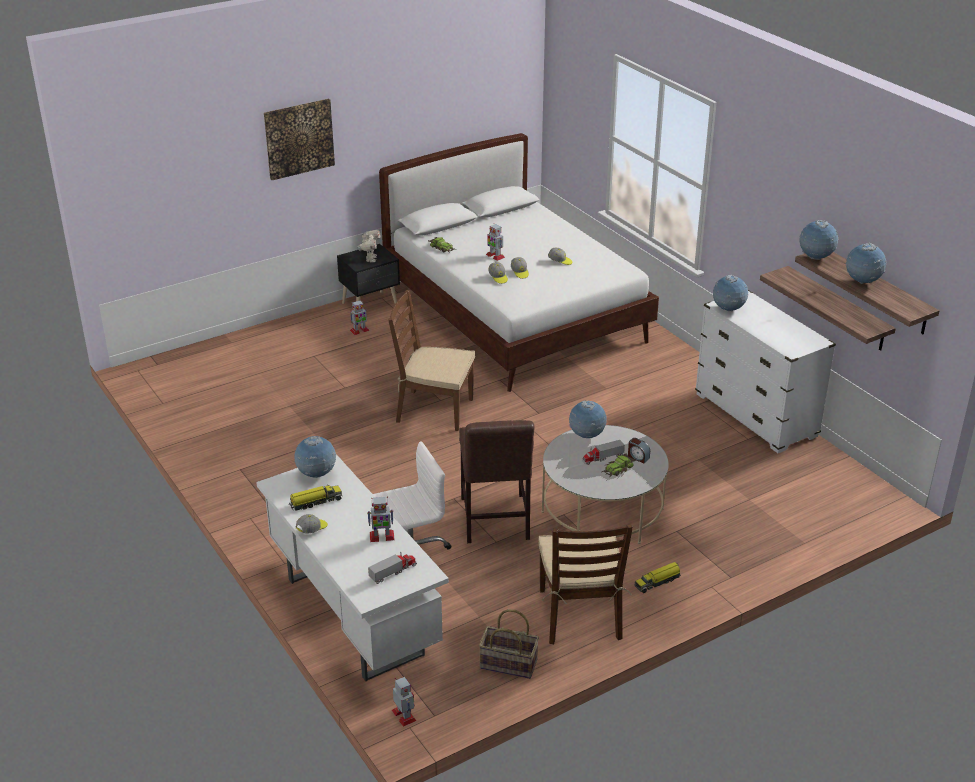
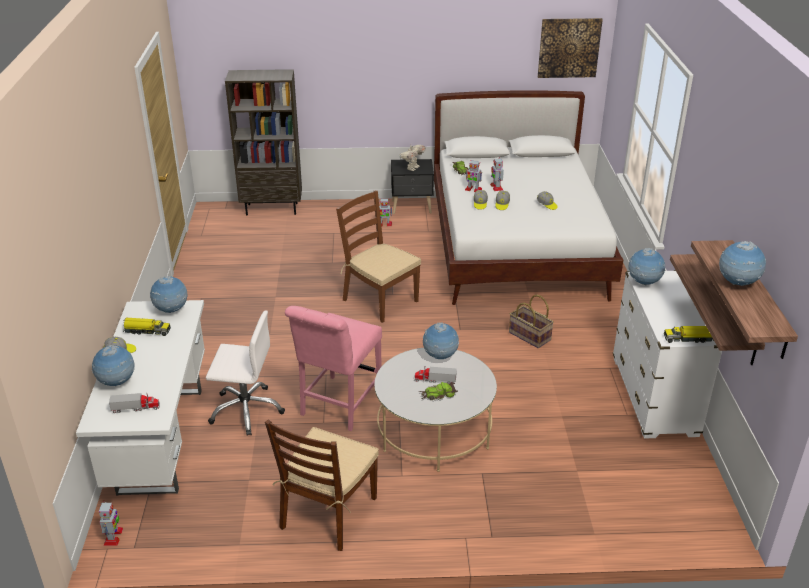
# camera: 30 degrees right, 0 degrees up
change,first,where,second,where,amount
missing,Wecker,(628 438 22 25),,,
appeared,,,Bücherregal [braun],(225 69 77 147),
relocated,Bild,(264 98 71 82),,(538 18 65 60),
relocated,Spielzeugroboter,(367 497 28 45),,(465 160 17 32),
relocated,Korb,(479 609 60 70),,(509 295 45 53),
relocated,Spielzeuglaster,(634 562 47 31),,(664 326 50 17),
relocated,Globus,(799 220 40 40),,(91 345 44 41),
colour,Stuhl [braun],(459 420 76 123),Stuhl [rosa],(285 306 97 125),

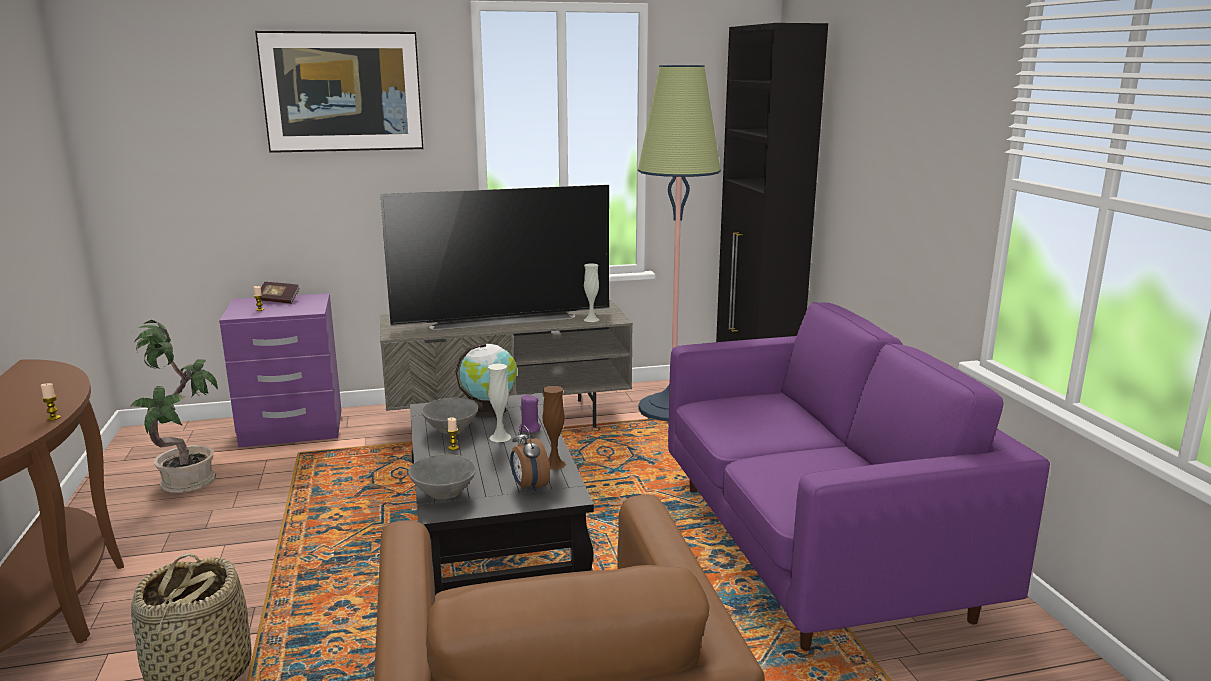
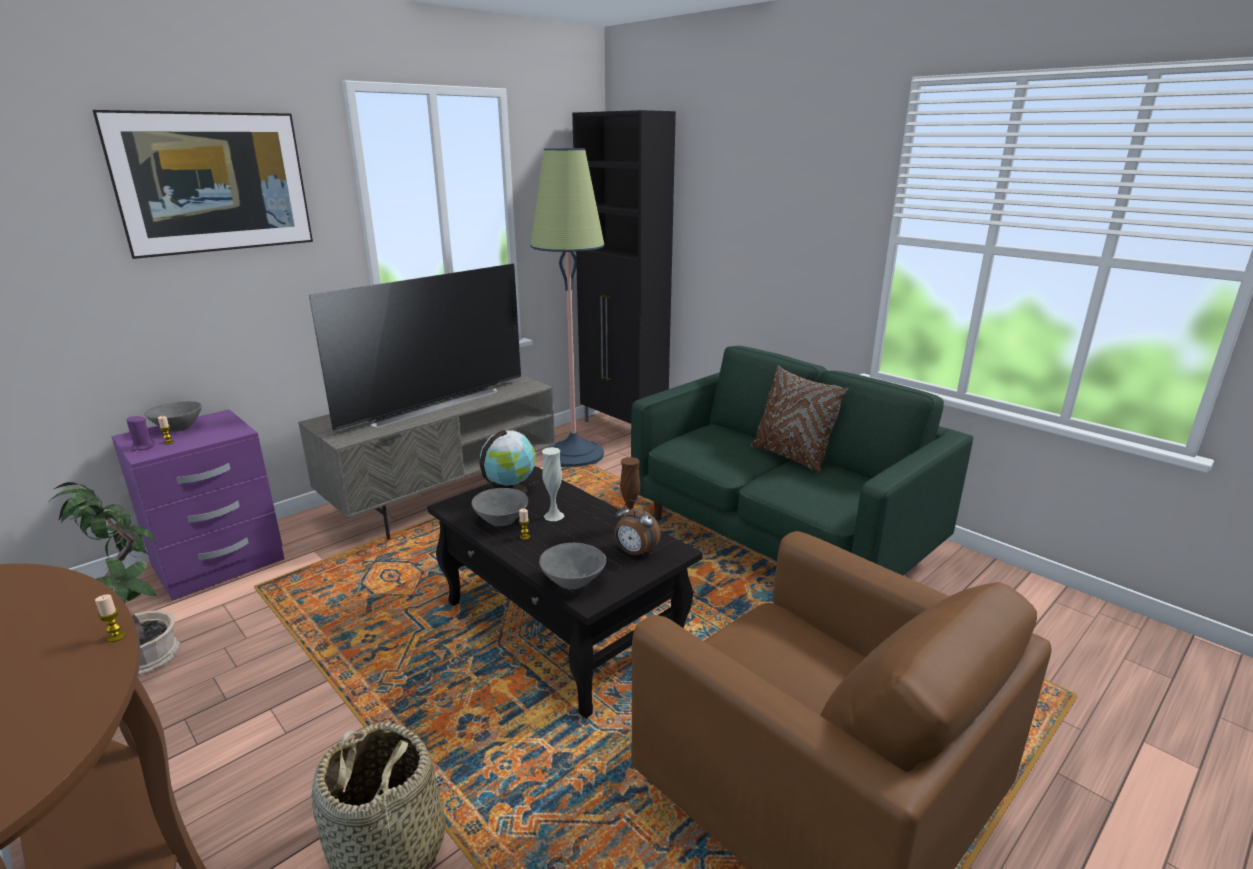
# camera: 30 degrees left, 5 degrees up
change,first,where,second,where,amount
missing,Vase [weiß],(584 263 15 59),,,
appeared,,,Kissen [braun],(751 365 97 108),
relocated,Kerze [lila],(519 395 22 38),,(127 415 28 36),
exchanged,Buch,(256 282 43 22),Schüssel [grau],(144 401 58 31),
colour,Sofa [lila],(668 302 382 349),Sofa [grün],(631 346 342 229),

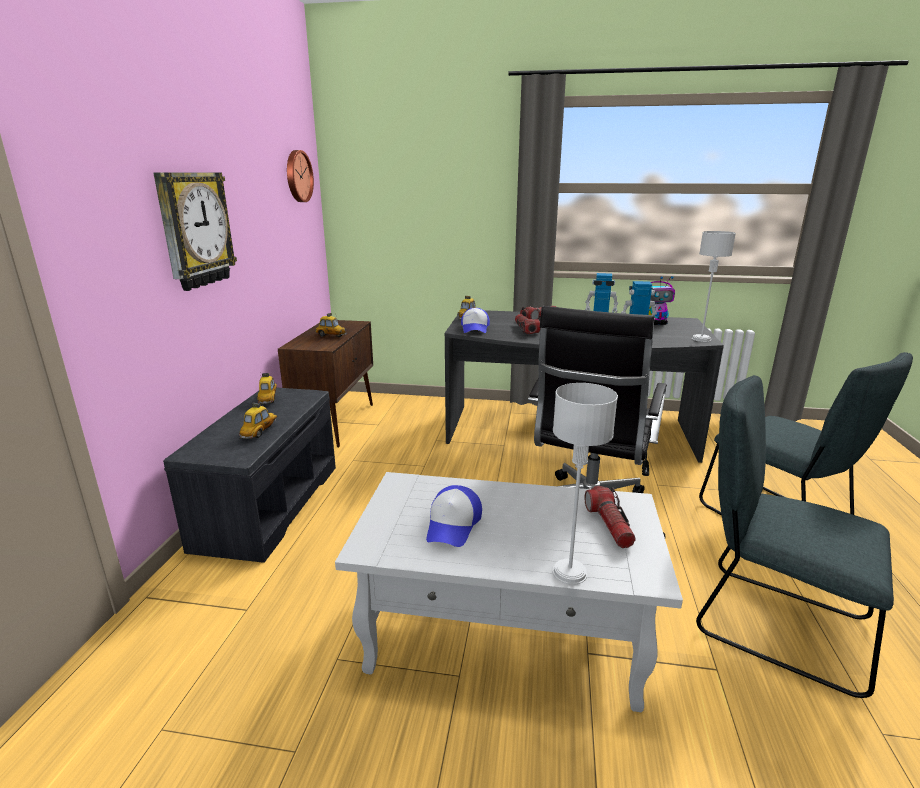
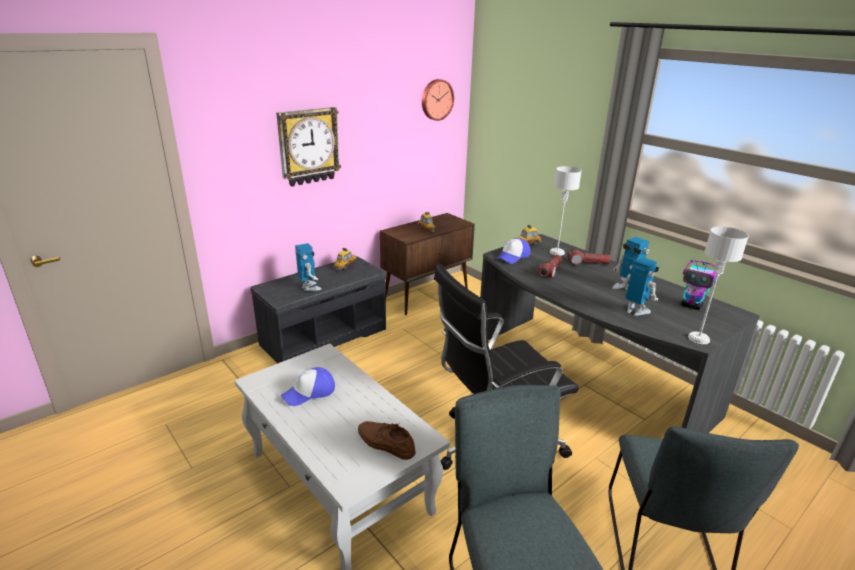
# camera: 40 degrees right, 5 degrees up
change,first,where,second,where,amount
relocated,Tischlampe [grau],(552 383 66 202),,(550 166 32 90),
exchanged,Spielzeugauto,(238 403 39 36),Spielzeugroboter,(295 243 26 48),
exchanged,Taschenlampe,(584 486 52 62),Schuh [braun],(358 421 58 39),

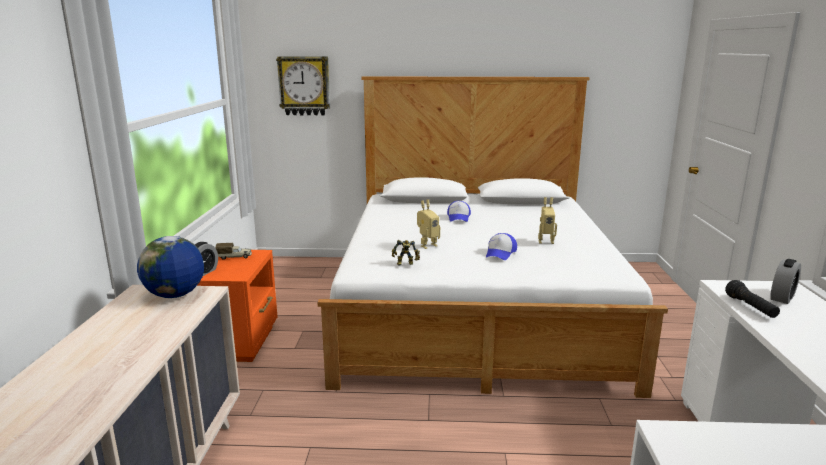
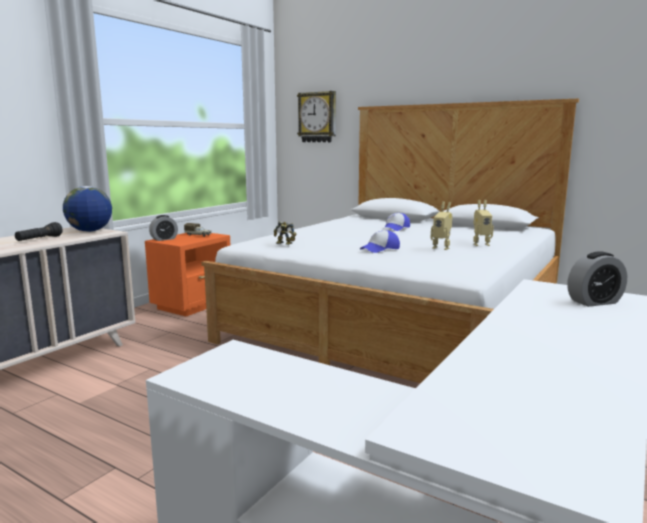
# camera: 30 degrees right, 5 degrees down
change,first,where,second,where,amount
relocated,Spielzeugroboter,(417 200 23 49),,(473 200 21 46),
relocated,Taschenlampe [schwarz],(725 280 55 38),,(15 222 48 19),

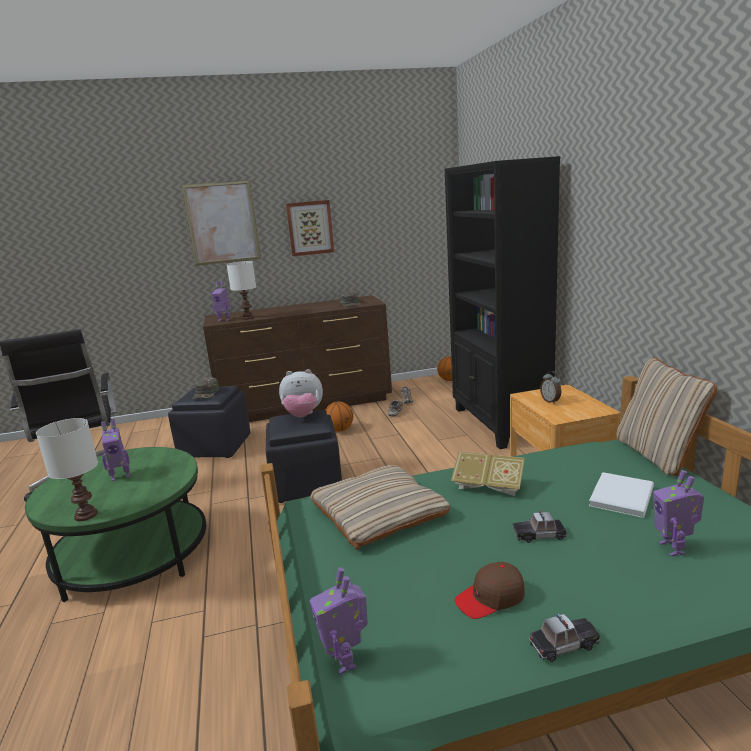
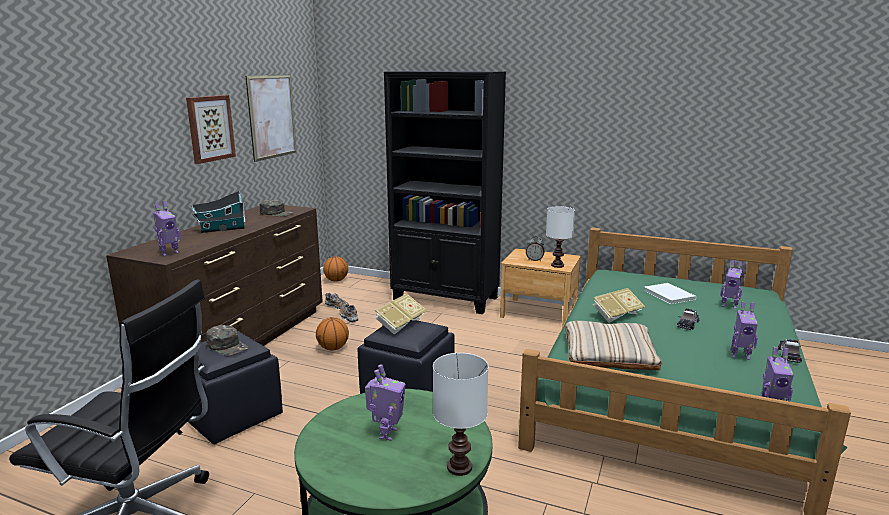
# camera: 55 degrees left, 0 degrees up
change,first,where,second,where,amount
missing,Kissen [beige],(617 357 100 119),,,
appeared,,,Spielzeughaus,(191 191 54 42),
relocated,Bild,(181 180 80 86),,(246 74 51 88),
relocated,Tischlampe [weiß],(227 261 29 59),,(546 206 29 62),
exchanged,Plüschtier,(279 369 44 48),Buch,(374 294 54 41),
exchanged,Kappe [braun],(455 562 70 57),Spielzeugroboter,(731 302 27 58),

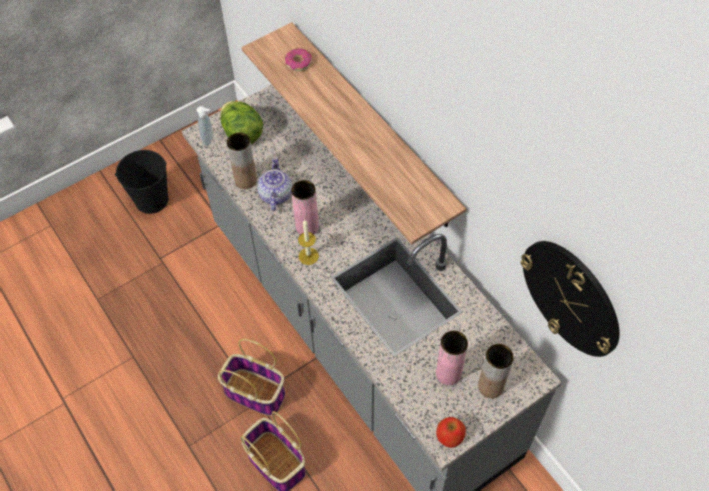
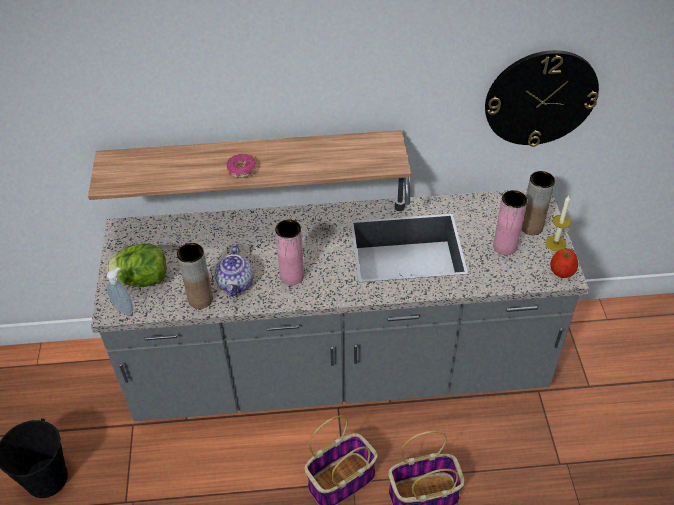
# camera: 60 degrees left, 10 degrees down
change,first,where,second,where,amount
relocated,Donut,(285 48 27 23),,(226 154 30 24),
relocated,Kerze,(298 220 21 45),,(545 196 26 55),
spun,Teekanne,(257 157 35 54),,(215 244 39 53),120 degrees counterclockwise

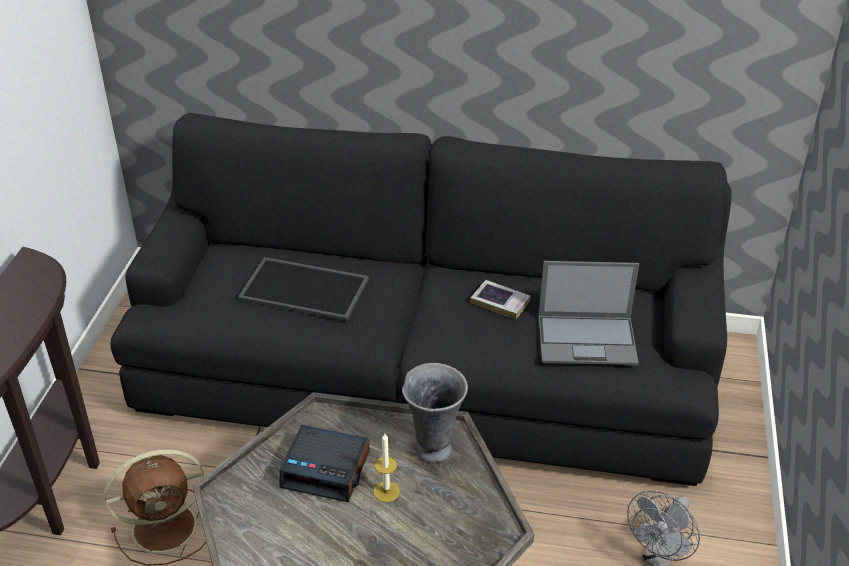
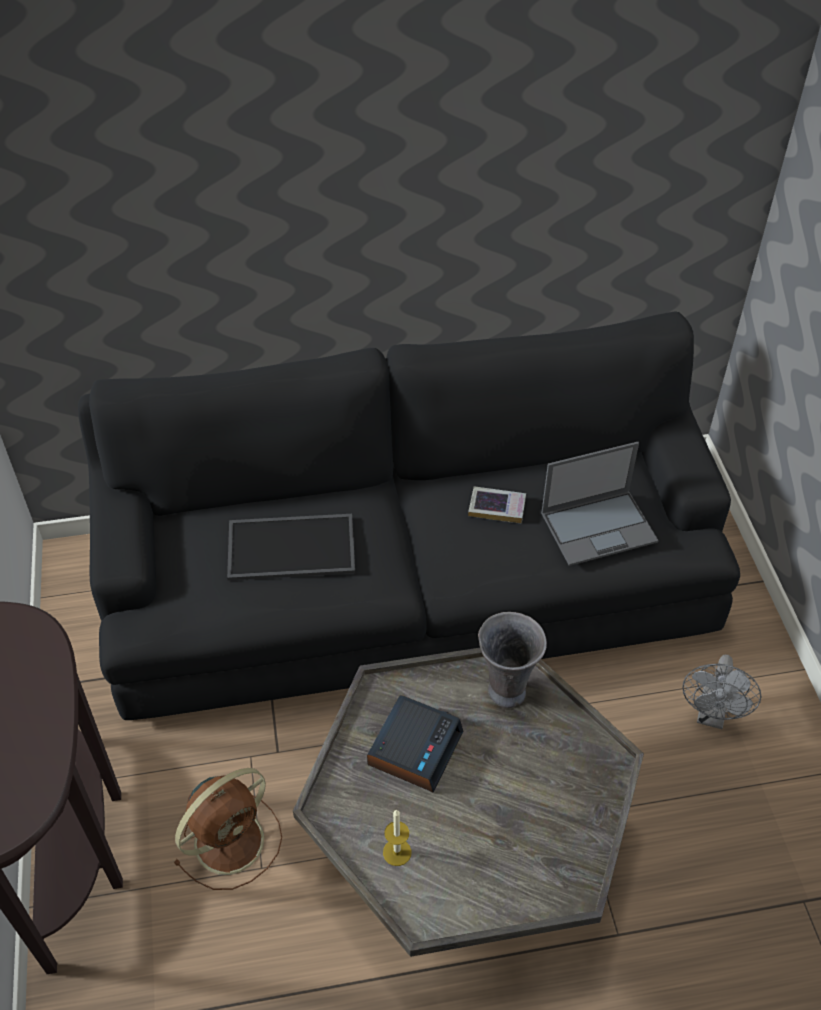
# camera: 20 degrees left, 10 degrees up
change,first,where,second,where,amount
relocated,Kerze,(374 434 26 68),,(383 810 29 56),
spun,Wecker,(279 425 90 77),,(367 695 97 98),60 degrees counterclockwise

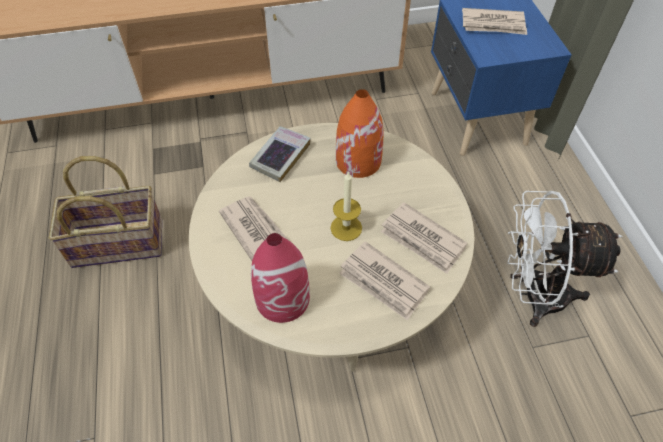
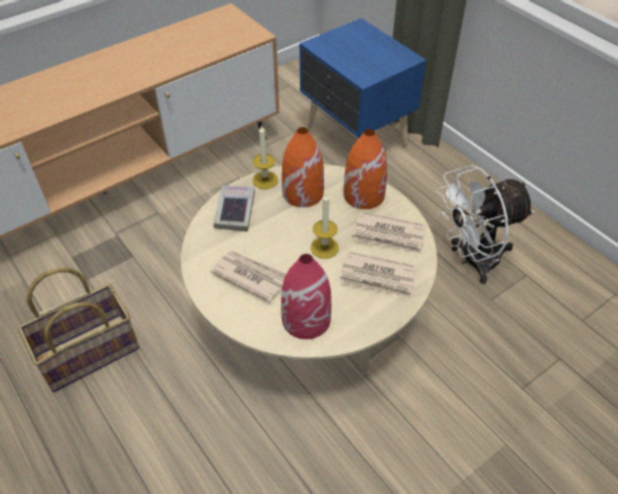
# camera: 25 degrees left, 5 degrees down
change,first,where,second,where,amount
missing,Zeitung,(462 8 65 27),,,
appeared,,,Kerze,(252 125 26 64),
appeared,,,Vase [orange],(344 129 43 80),

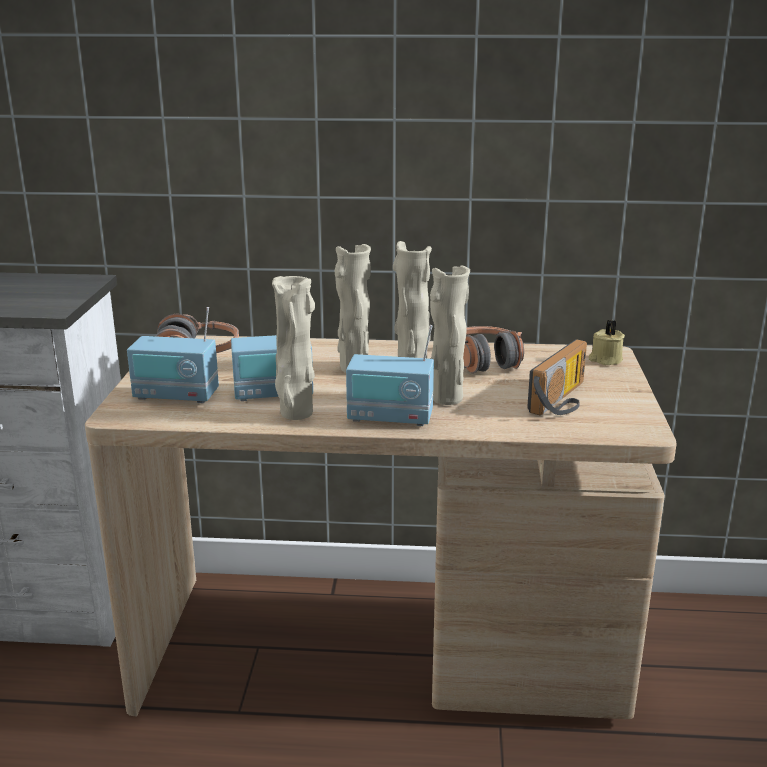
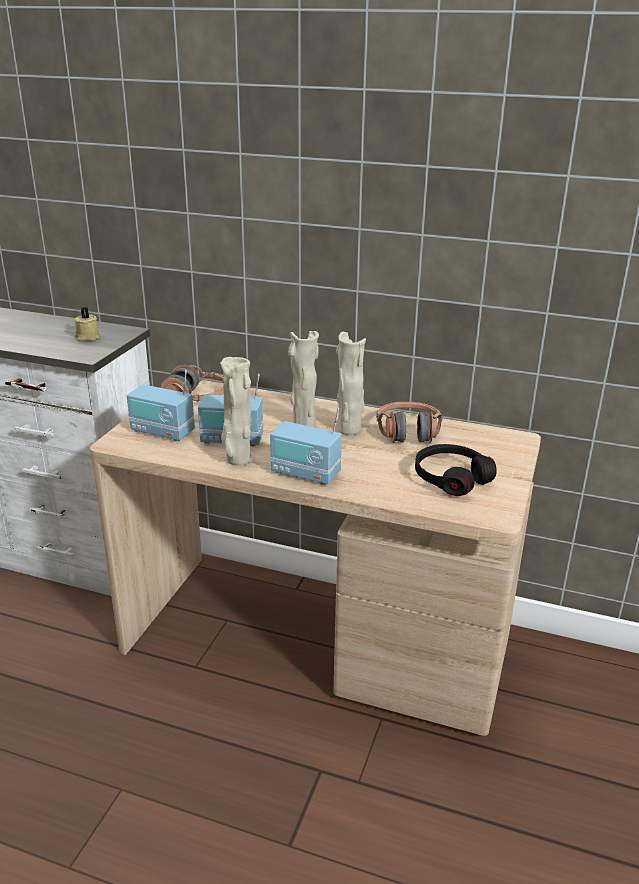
# camera: 15 degrees right, 5 degrees up
change,first,where,second,where,amount
missing,Vase [beige],(430 266 40 139),,,
relocated,Kerze [beige],(589 320 36 45),,(74 307 26 34),
exchanged,Radio,(527 339 60 76),Kopfhörer [schwarz],(415 444 82 52),

